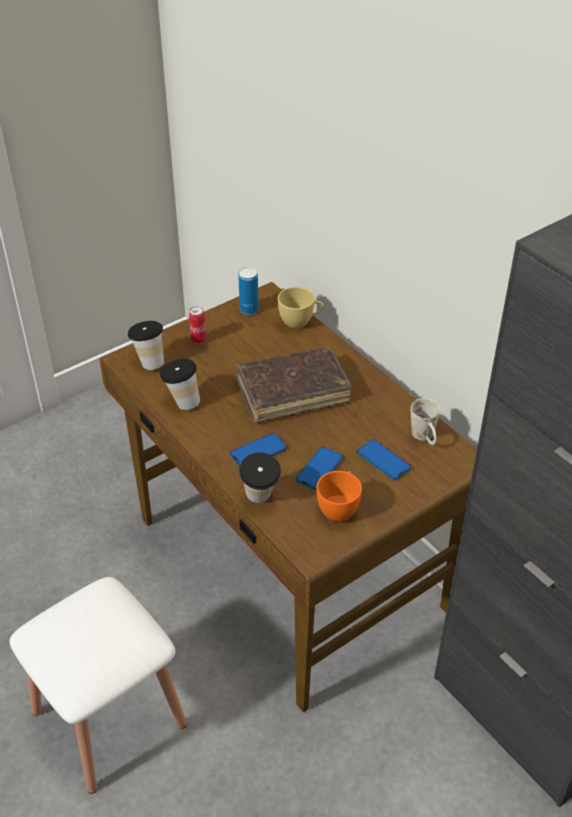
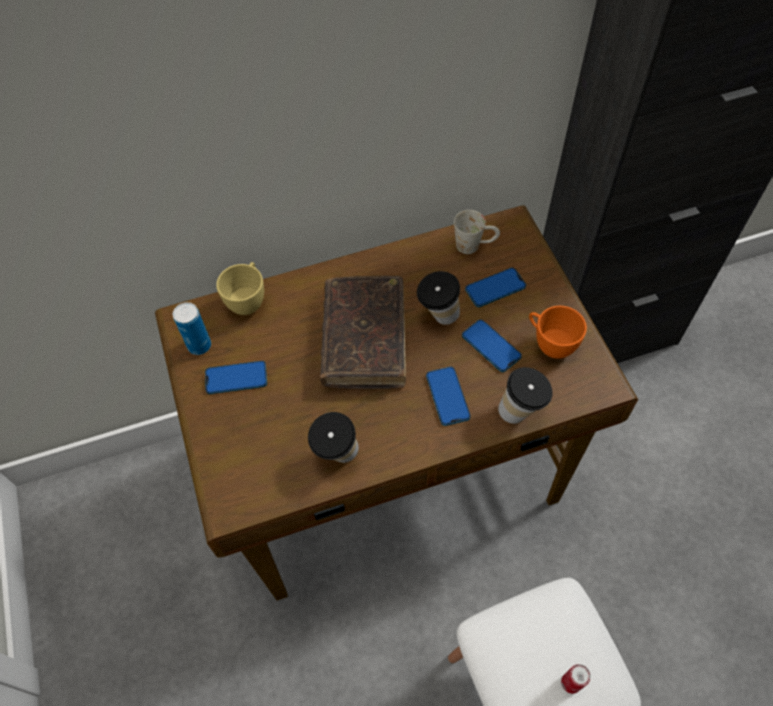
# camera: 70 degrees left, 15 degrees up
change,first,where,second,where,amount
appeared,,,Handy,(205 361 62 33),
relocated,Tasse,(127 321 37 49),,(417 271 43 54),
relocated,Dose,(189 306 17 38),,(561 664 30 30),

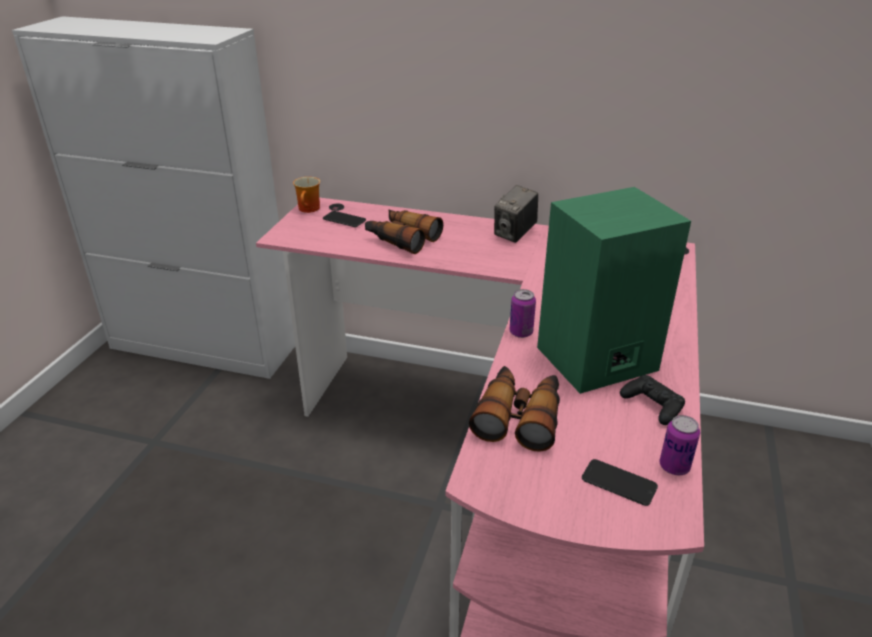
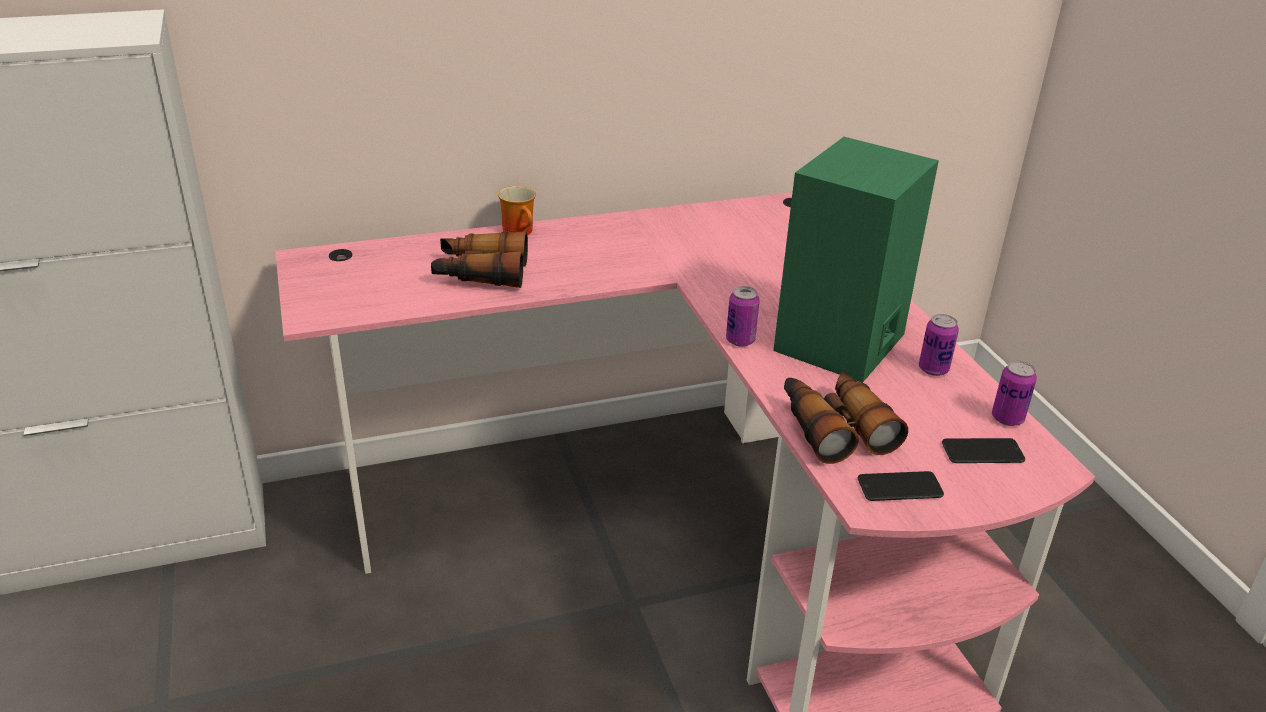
# camera: 35 degrees left, 0 degrees up
change,first,where,second,where,amount
missing,Kamera,(494 185 44 58),,,
relocated,Henkelbecher,(293 177 27 36),,(498 186 38 49),
relocated,Handy,(323 211 43 16),,(858 471 86 30),
exchanged,Gamepad [schwarz],(620 375 65 50),Dose,(919 314 40 62),

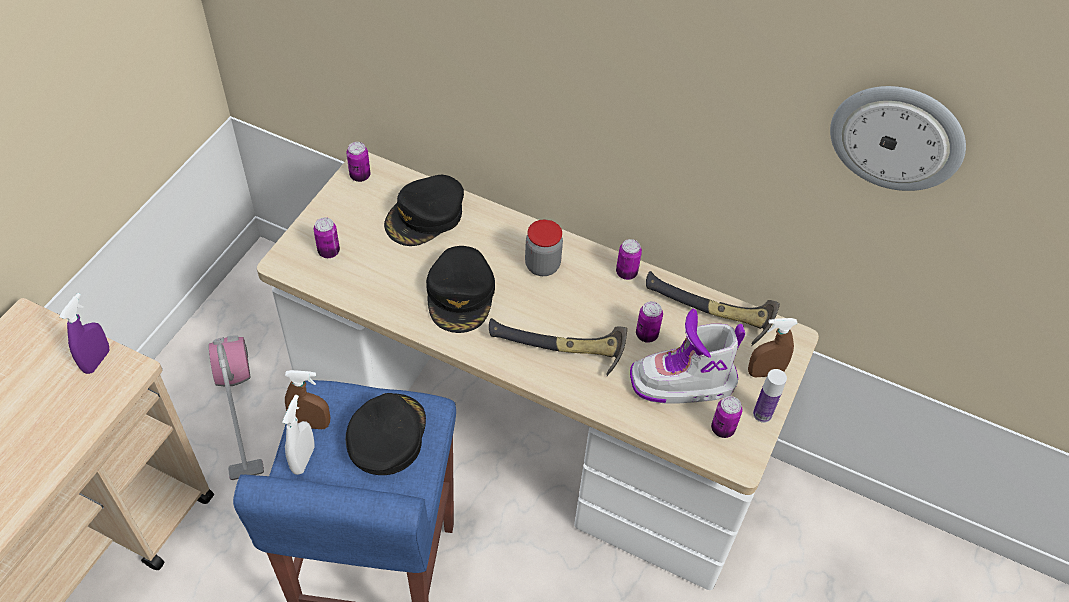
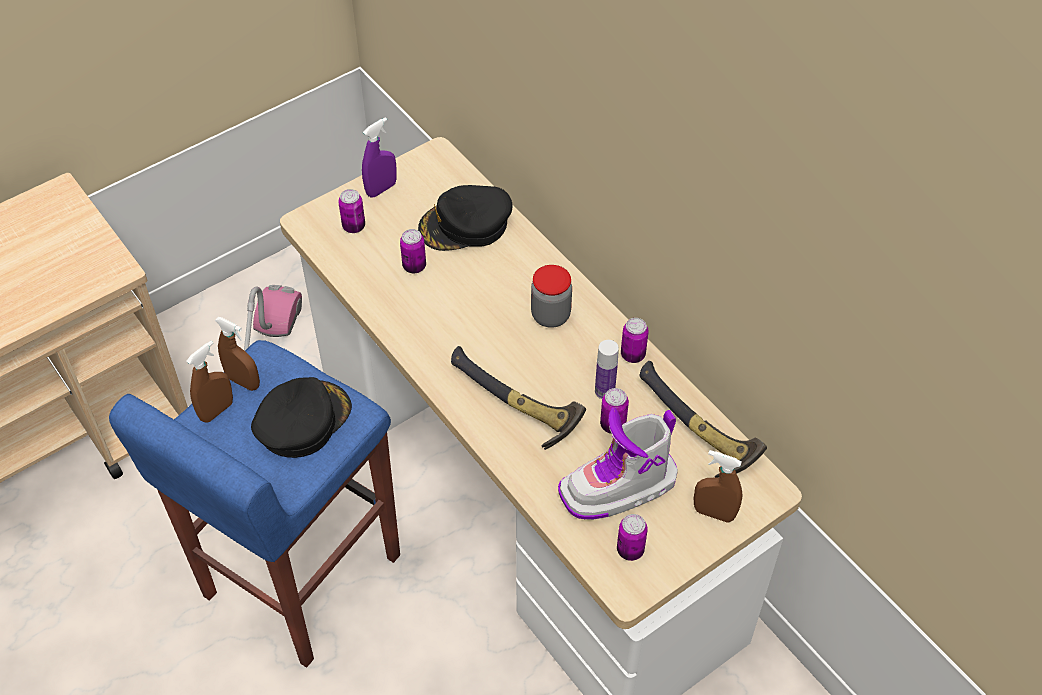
# camera: 30 degrees right, 0 degrees up
change,first,where,second,where,amount
missing,Kappe [schwarz],(426 246 69 87),,,
missing,Wanduhr,(830 86 136 105),,,
relocated,Sprühflasche [lila],(60 293 50 81),,(362 117 35 80),
relocated,Dose,(346 142 24 40),,(400 229 26 44),
relocated,Flasche,(753 369 34 54),,(595 340 24 59),
colour,Sprühflasche [weiß],(282 395 32 80),Sprühflasche [braun],(186 341 47 81),
spun,Stiefel,(630 309 115 95),,(558 407 120 113),45 degrees counterclockwise

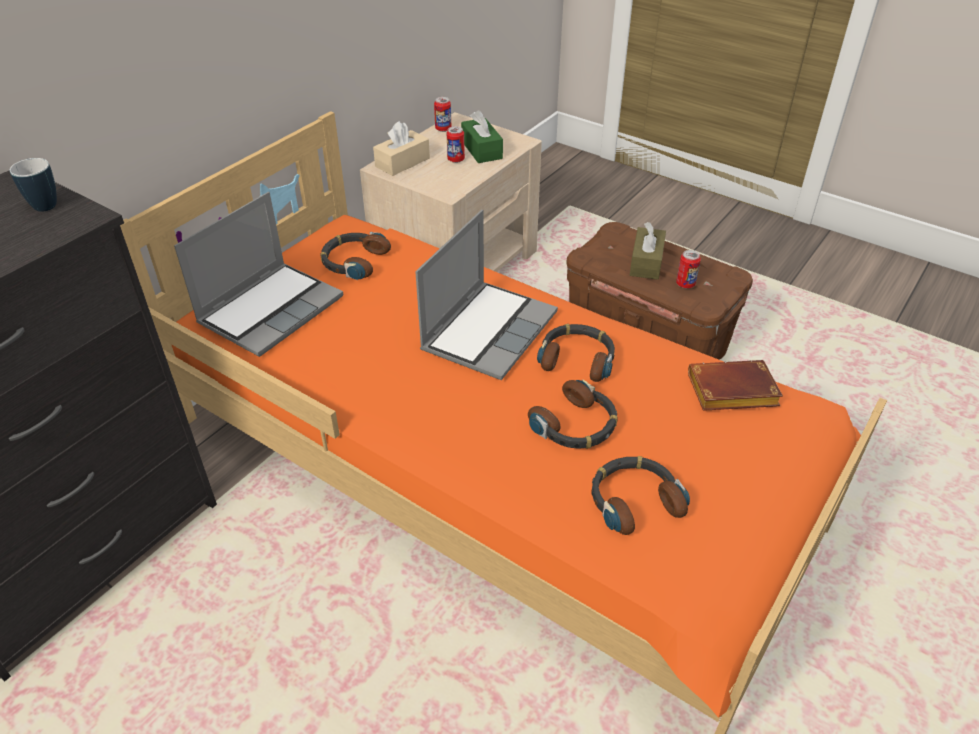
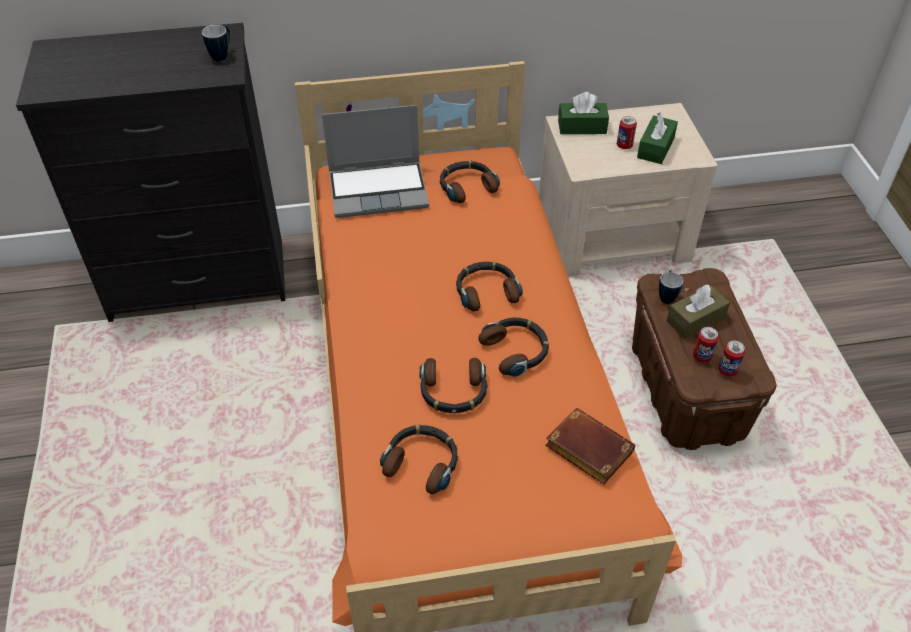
# camera: 45 degrees right, 5 degrees up
change,first,where,second,where,amount
appeared,,,Henkelbecher,(659 270 24 34),
relocated,Dose,(434 97 17 35),,(719 340 26 37),
exchanged,Laptop,(415 210 143 170),Kopfhörer,(456 261 67 50),
colour,Taschentuchbox [beige],(373 121 57 55),Taschentuchbox [grün],(558 92 51 42),

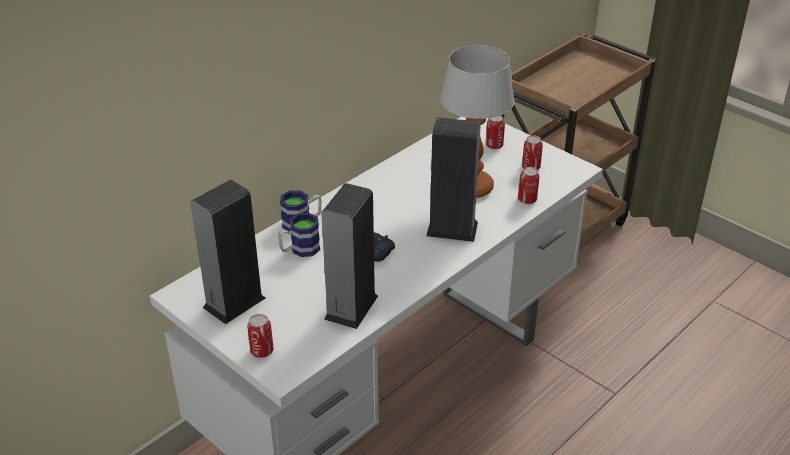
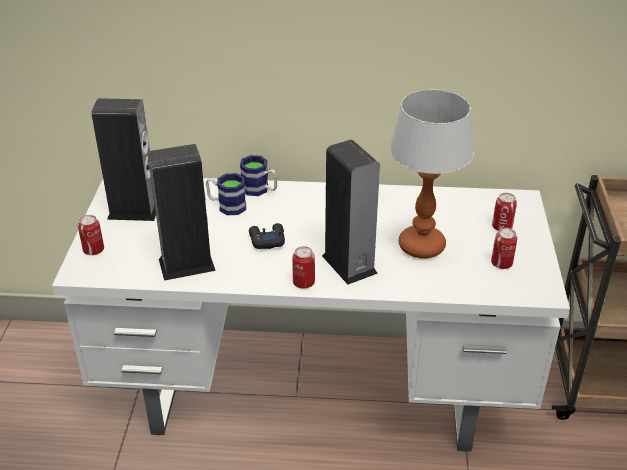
# camera: 50 degrees right, 0 degrees up
change,first,where,second,where,amount
relocated,Dose,(518 167 21 37),,(292 246 23 43),

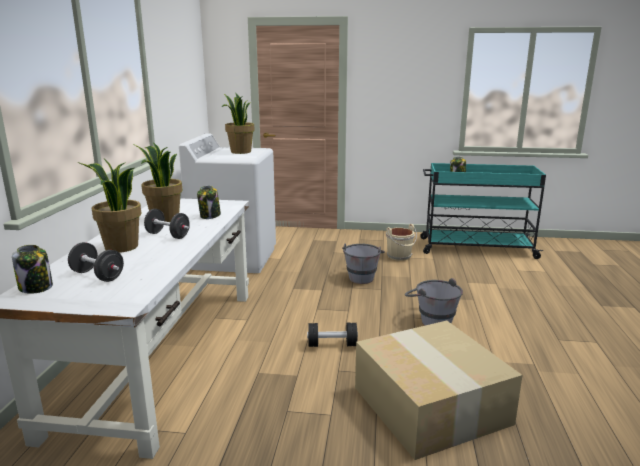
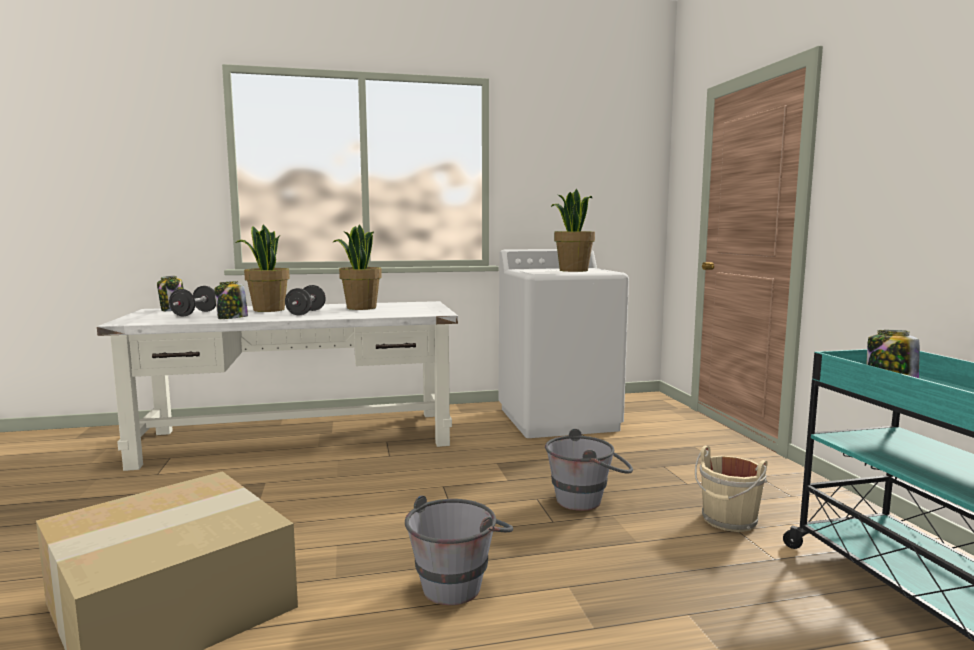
# camera: 70 degrees right, 10 degrees down
change,first,where,second,where,amount
missing,Hantel [schwarz],(307 323 51 24),,,
relocated,Vorratsglas,(197 186 24 33),,(215 281 33 38),

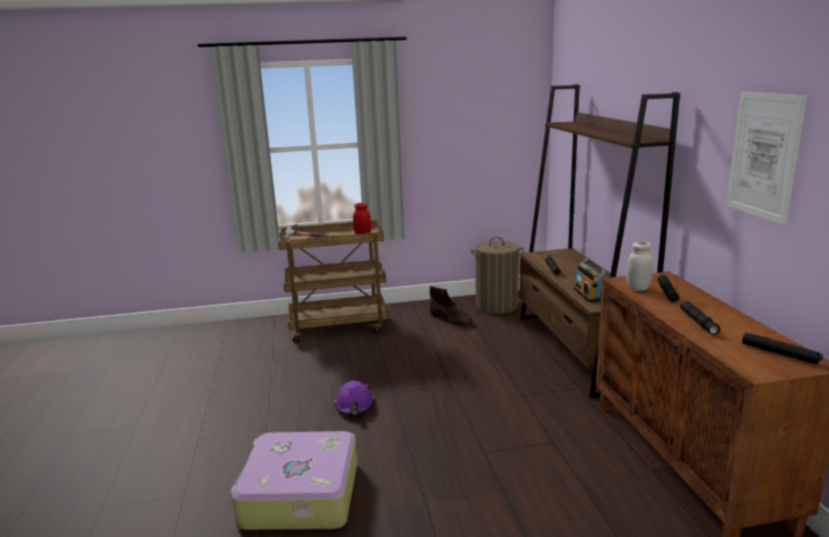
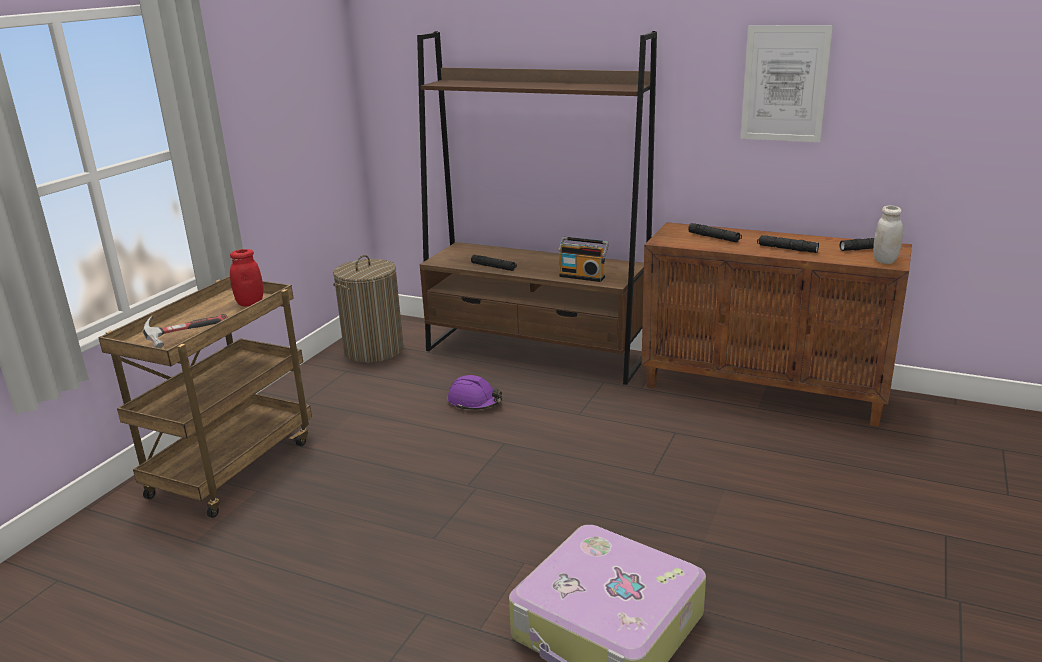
# camera: 55 degrees left, 5 degrees up
change,first,where,second,where,amount
missing,Stiefel [braun],(430 286 43 39),,,
relocated,Schutzhelm [lila],(334 380 40 35),,(447 375 55 35),
relocated,Vorratsglas [weiß],(626 241 27 50),,(873 206 30 58),

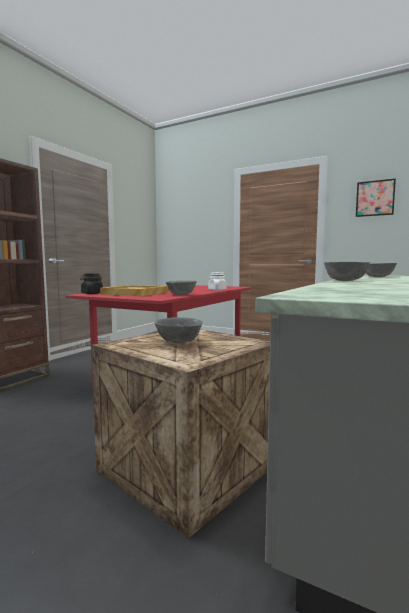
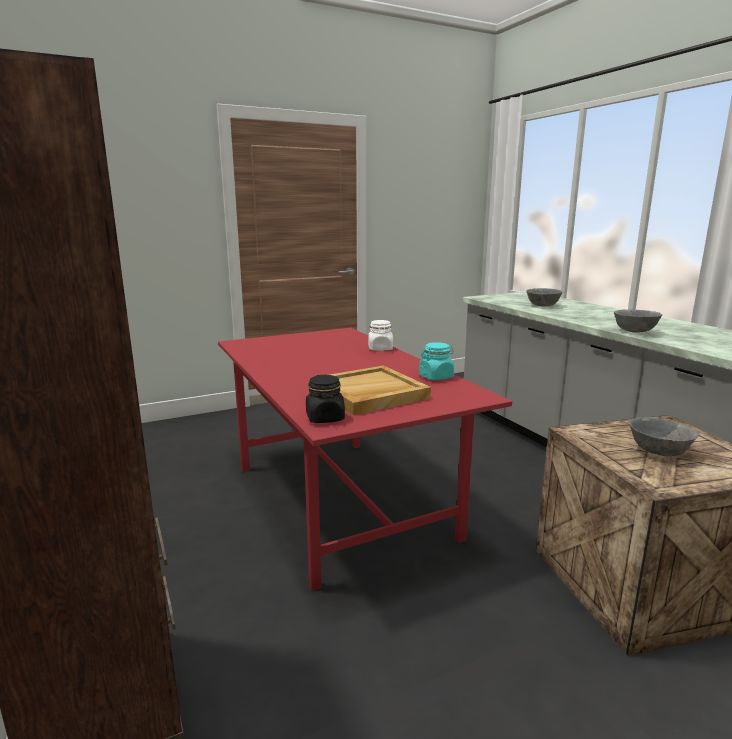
# camera: 55 degrees left, 10 degrees up
change,first,where,second,where,amount
missing,Bild,(356 179 40 38),,,
exchanged,Schüssel [grau],(166 280 31 15),Vorratsglas [türkis],(419 342 35 38),

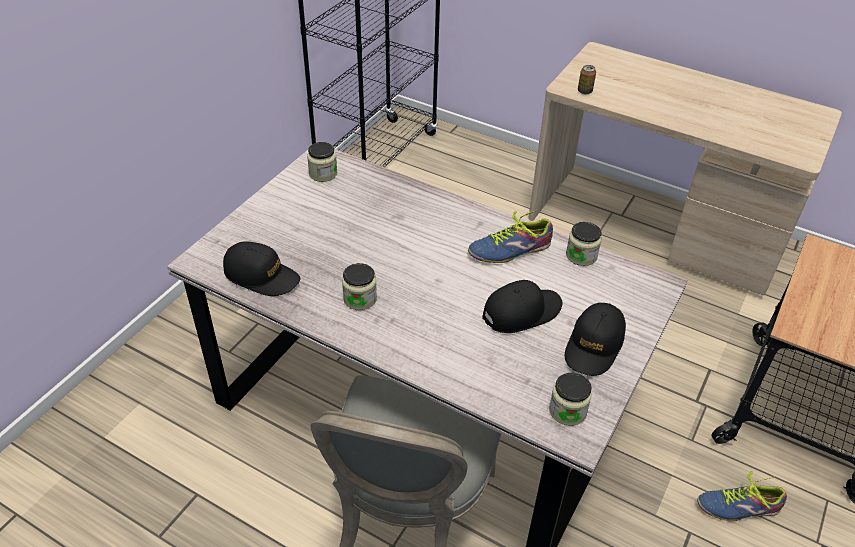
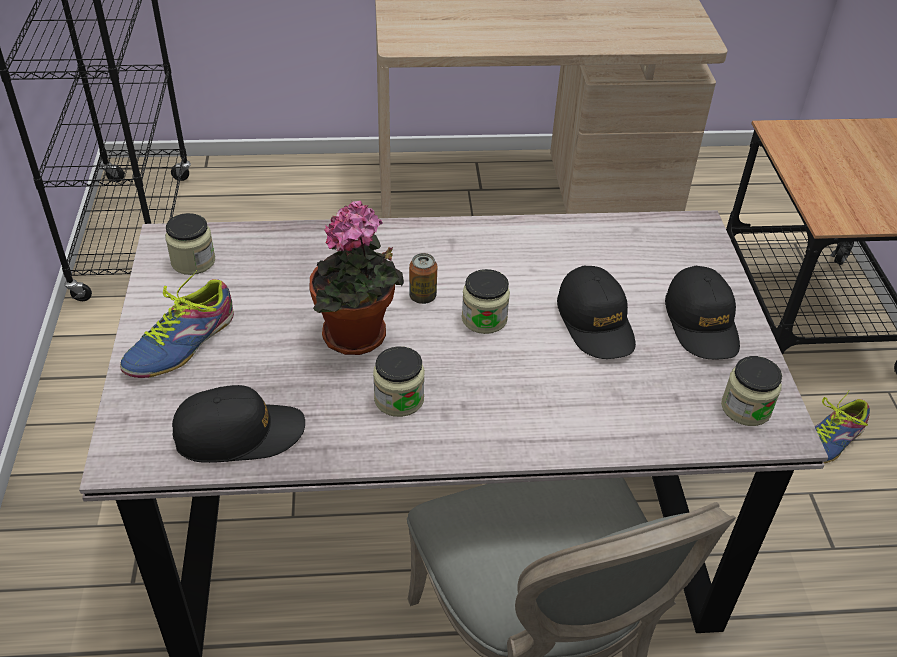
# camera: 35 degrees left, 0 degrees up
change,first,where,second,where,amount
appeared,,,Topfpflanze,(309 201 95 154),
relocated,Schuh,(468 209 85 54),,(120 270 114 108),
relocated,Vorratsglas,(566 222 36 44),,(462 269 48 65),
relocated,Dose,(578 65 18 29),,(409 253 28 51),
spun,Kappe [schwarz],(482 280 80 53),,(557 266 79 93),135 degrees clockwise

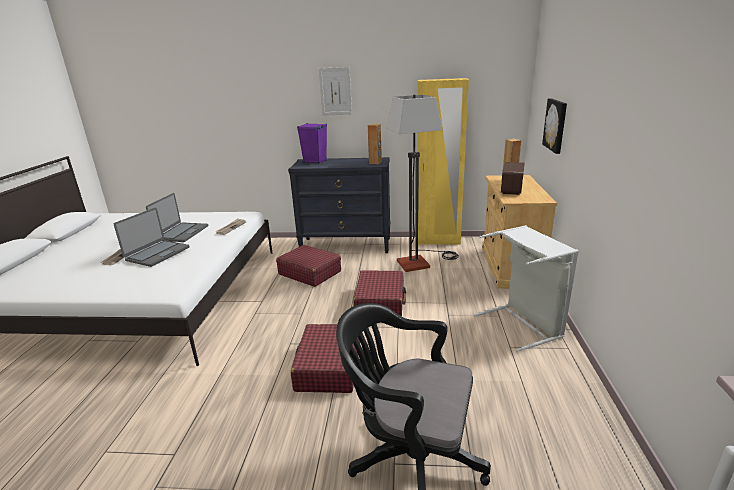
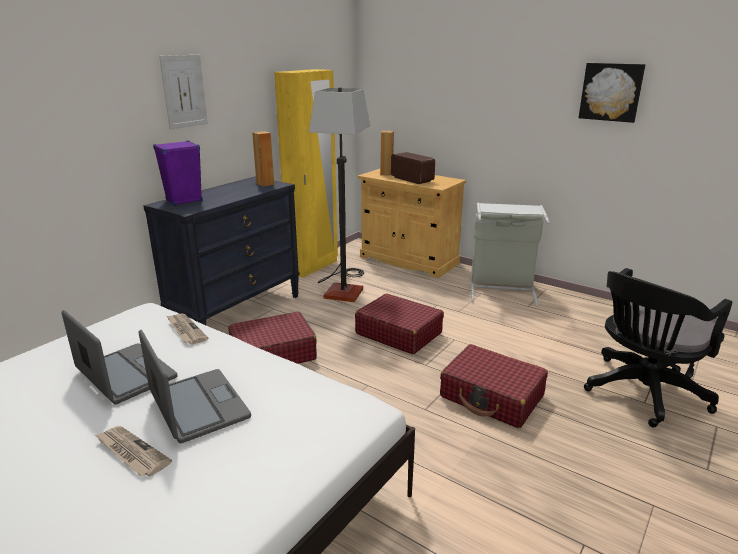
# camera: 60 degrees left, 0 degrees up
change,first,where,second,where,amount
relocated,Bild,(542 98 25 56),,(579 63 66 60),

